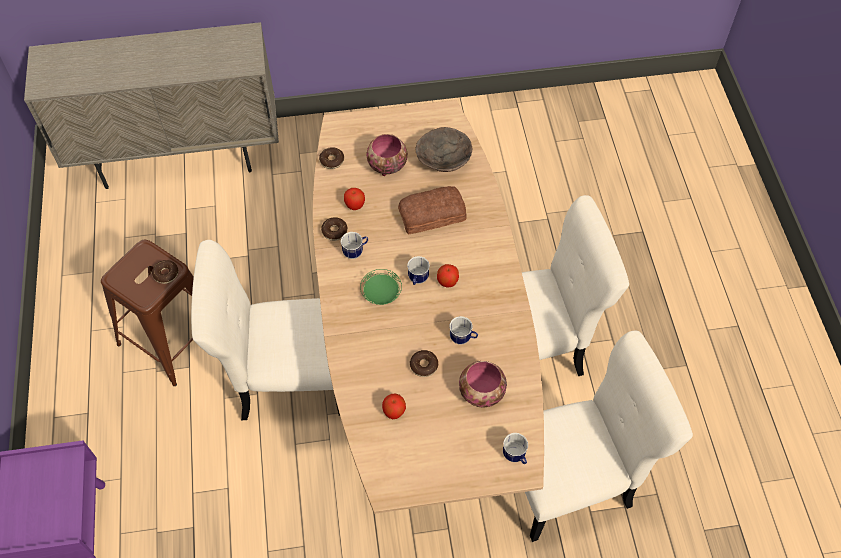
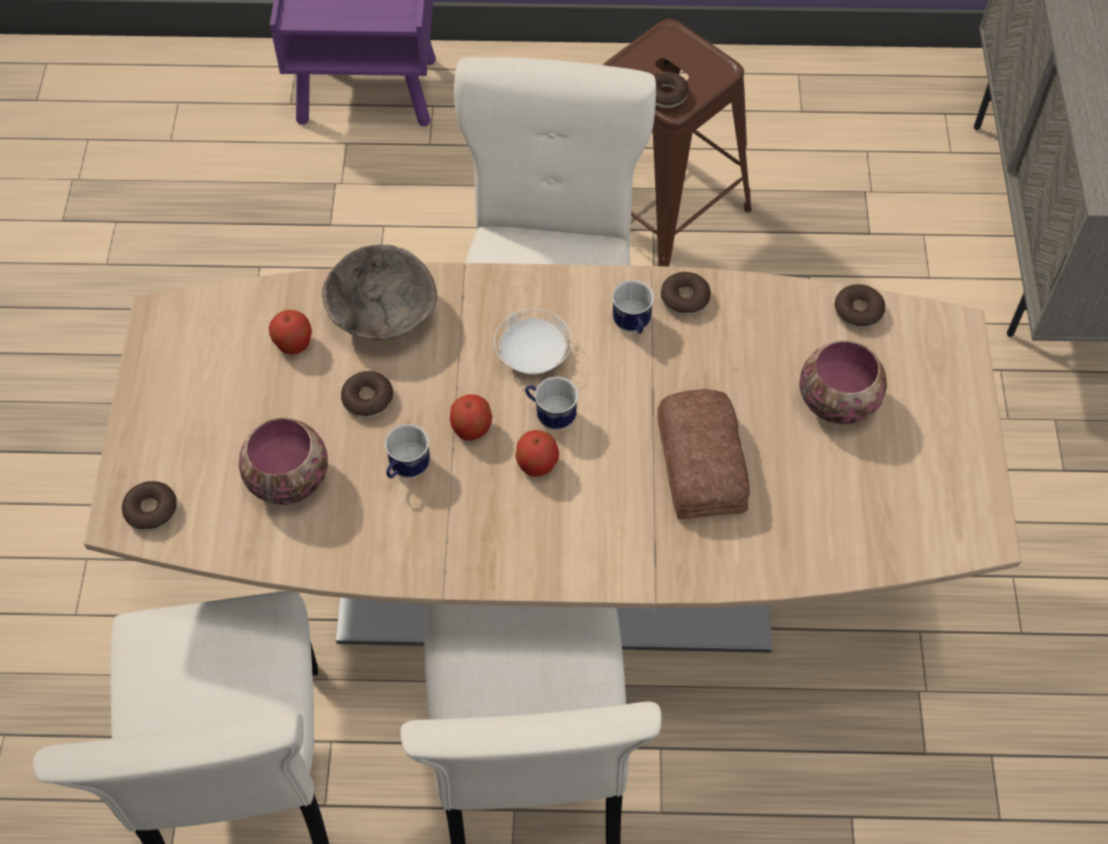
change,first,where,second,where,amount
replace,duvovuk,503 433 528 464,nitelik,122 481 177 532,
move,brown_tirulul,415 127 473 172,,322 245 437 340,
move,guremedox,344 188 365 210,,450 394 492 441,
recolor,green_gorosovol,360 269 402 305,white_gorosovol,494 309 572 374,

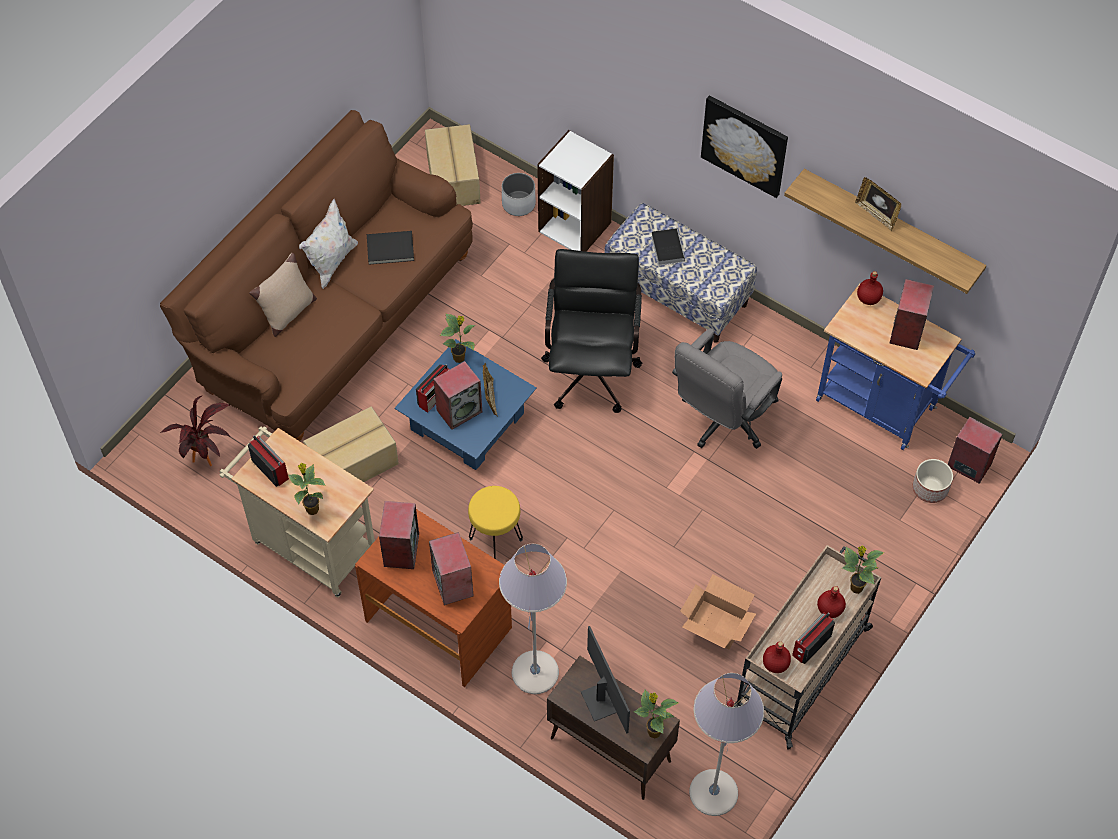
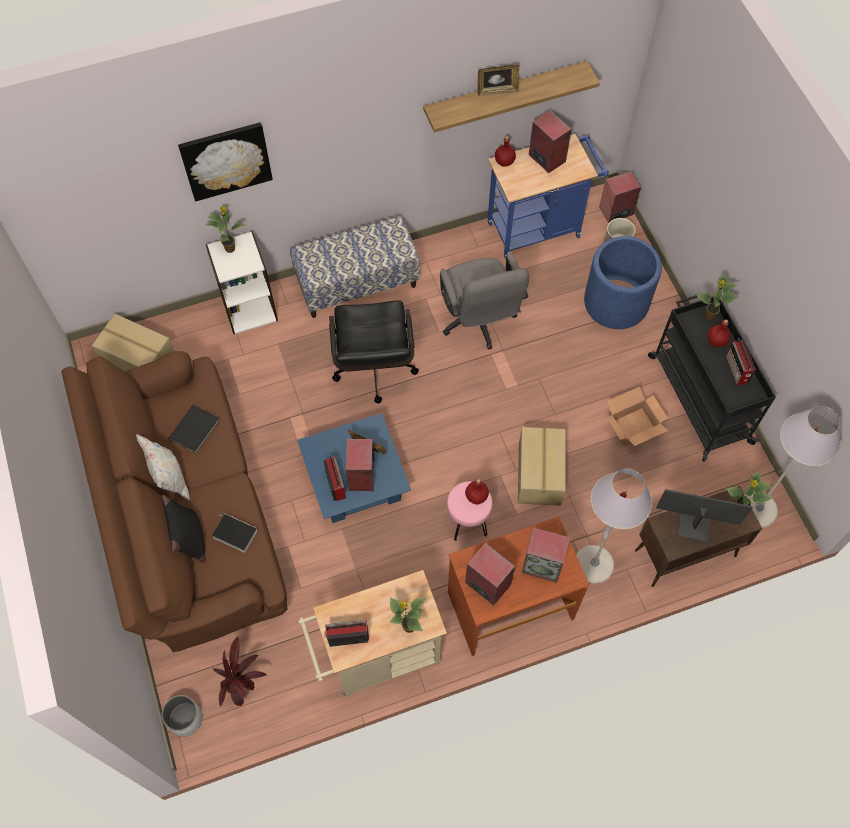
change,first,where,second,where,amount
recolor,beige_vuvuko,249 253 317 337,black_vuvuko,161 495 206 563,
move,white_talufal,502 173 536 216,,162 695 202 737,
move,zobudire,701 95 788 198,,178 122 273 202,
move,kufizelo,440 313 476 363,,205 206 245 253,
move,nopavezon,651 228 685 265,,212 513 258 553,
rotate,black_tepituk,541 249 642 413,,329 300 419 403,135 degrees counterclockwise
recolor,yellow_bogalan,468 486 523 559,pink_bogalan,447 481 493 541,
move,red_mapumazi,763 641 791 673,,465 479 489 504,
move,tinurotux,303 406 399 482,,518 427 566 506,
insert,,,blue_talufal,584 236 662 329,
recolor,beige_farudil,734 545 881 749,black_farudil,648 295 776 462,

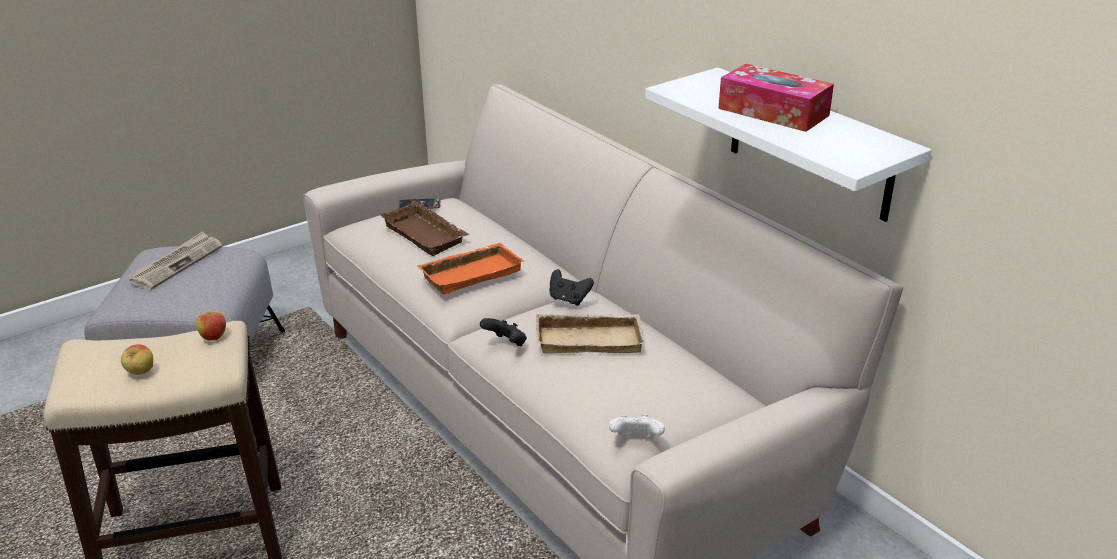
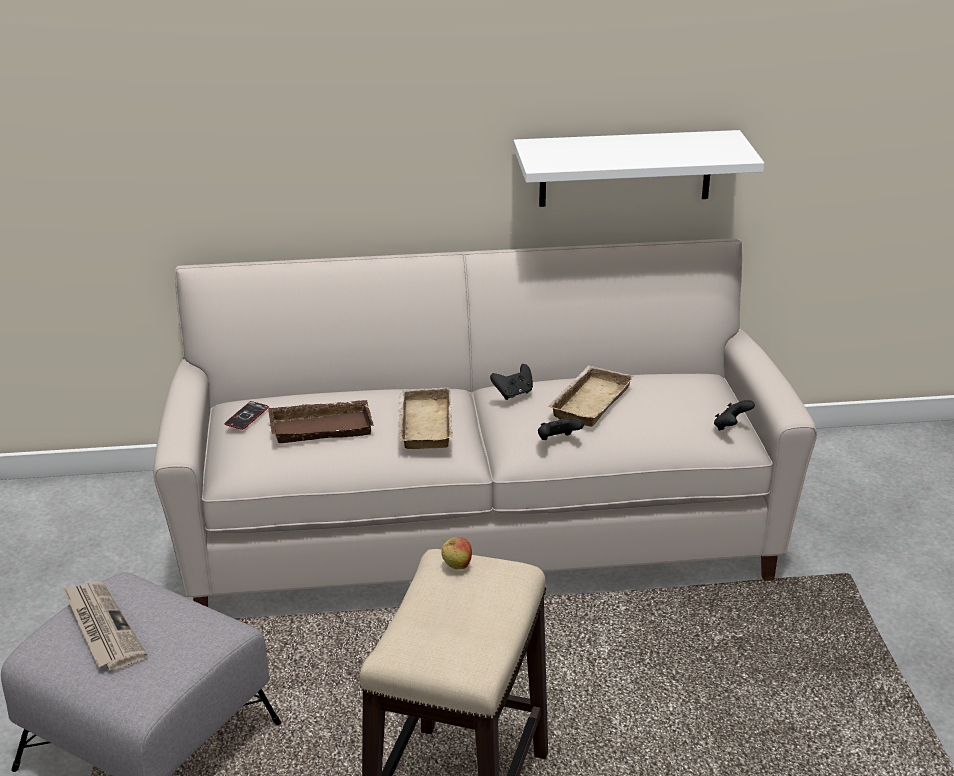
change,first,where,second,where,amount
recolor,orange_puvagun,417 243 524 294,beige_puvagun,398 387 453 449,
recolor,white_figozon,609 414 665 437,black_figozon,714 400 755 430,
delete,guremedox,121 344 153 375,,,
delete,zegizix,718 63 834 132,,,

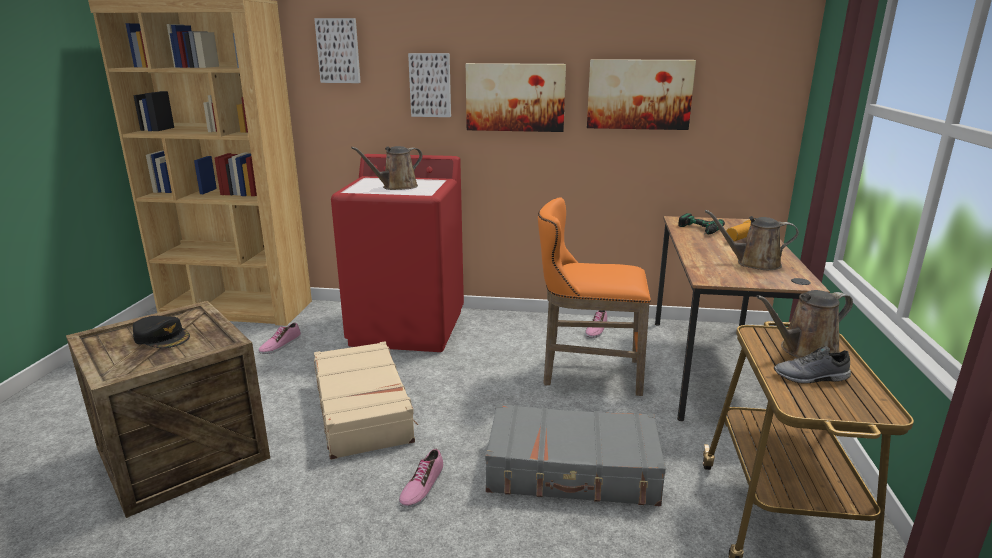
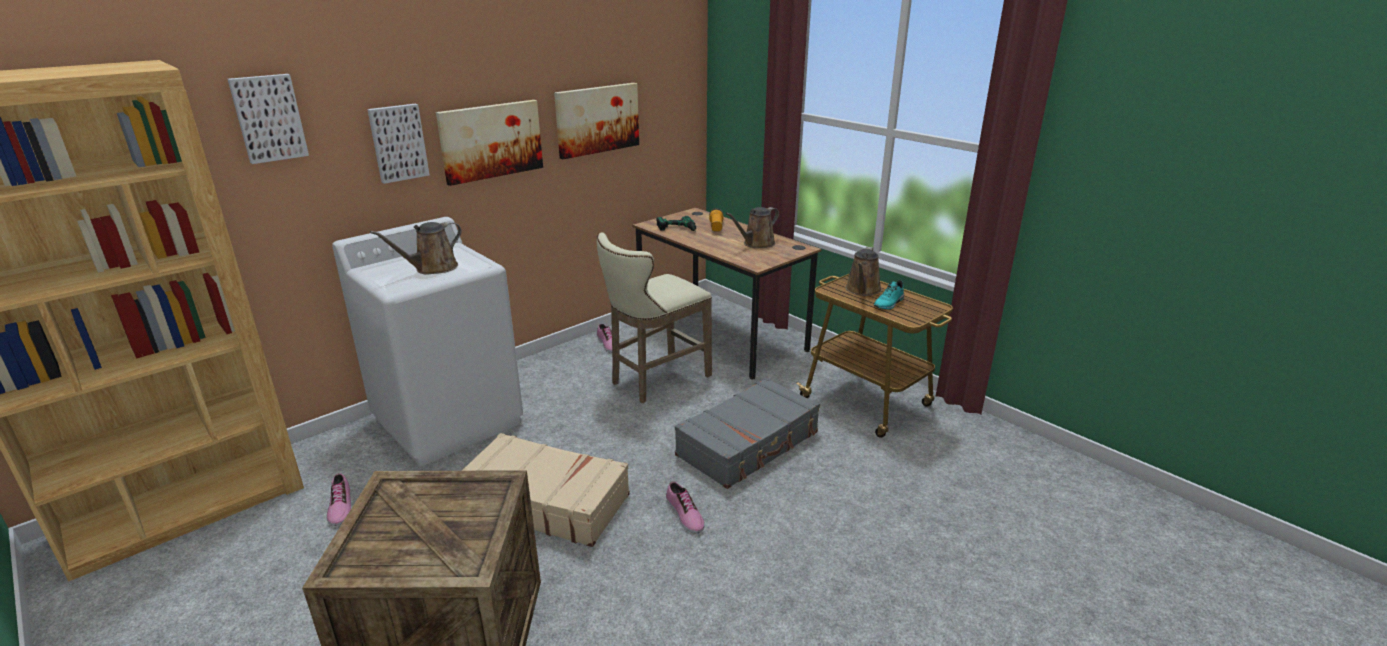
change,first,where,second,where,amount
recolor,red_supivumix,331 154 464 352,white_supivumix,332 217 523 466,
rotate,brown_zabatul,351 146 422 190,,370 222 462 275,45 degrees clockwise
recolor,orange_bogalan,538 197 651 396,beige_bogalan,597 232 712 403,
recolor,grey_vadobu,774 346 851 384,turquoise_vadobu,874 280 904 310,
delete,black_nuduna,133 316 190 348,,,

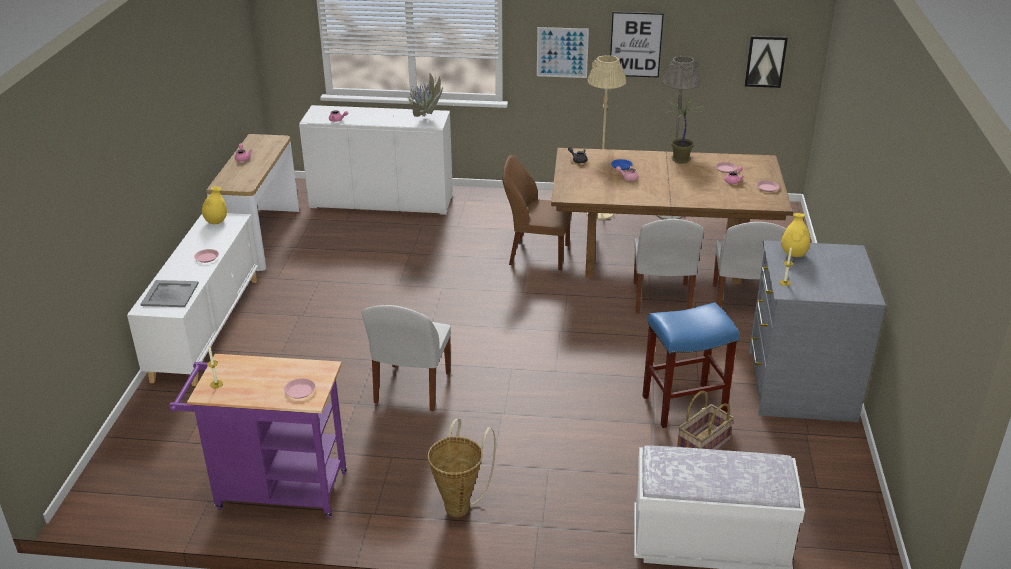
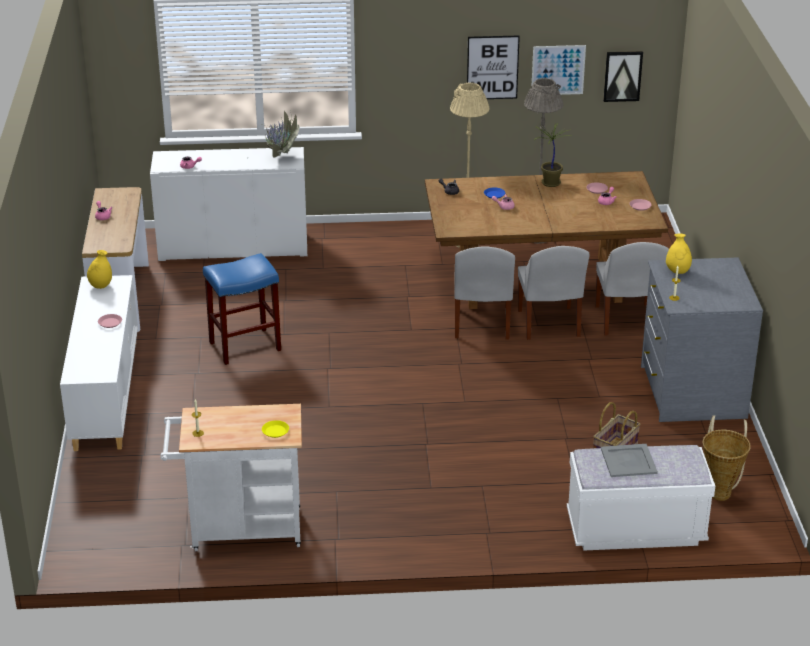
change,first,where,second,where,amount
recolor,purple_farudil,169 354 347 519,white_farudil,160 404 302 551,
move,blue_bogalan,642 303 739 428,,203 253 281 365,
recolor,pink_gorosovol,284 378 315 399,yellow_gorosovol,262 420 289 438,
move,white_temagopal,362 305 451 411,,454 246 515 340,
move,zobudire,537 27 589 78,,531 45 586 95,
move,grey_puvagun,140 280 199 307,,601 444 658 477,
move,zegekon,428 419 496 517,,703 416 751 501,
delete,brown_temagopal,503 155 571 270,,,

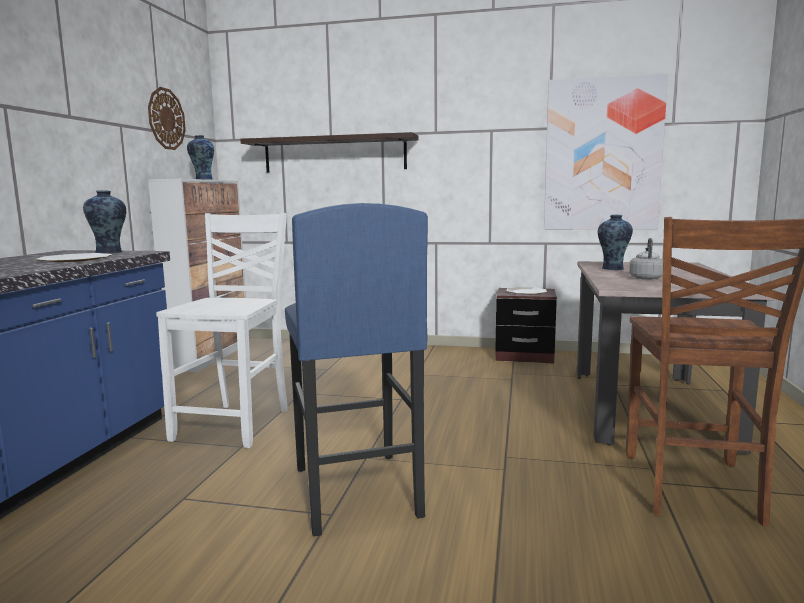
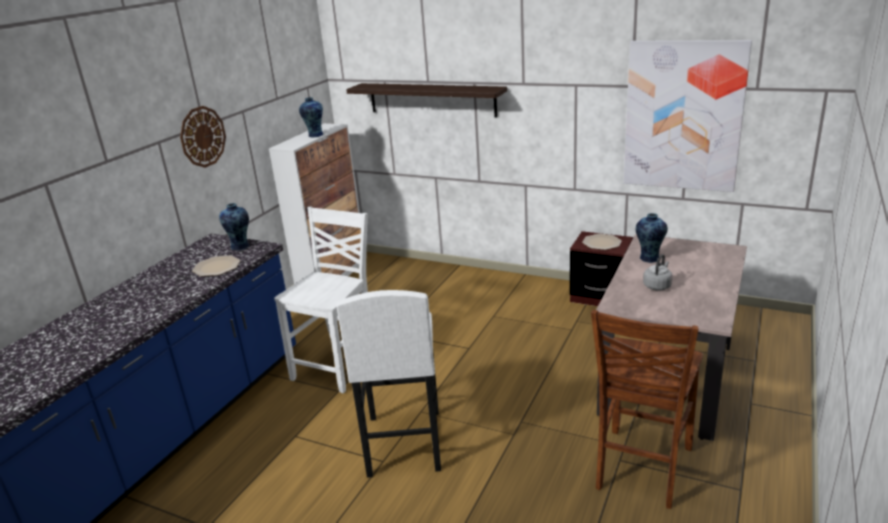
change,first,where,second,where,amount
move,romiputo,148 87 186 150,,180 106 226 168,
recolor,blue_bogalan,285 203 428 537,white_bogalan,336 290 441 478,

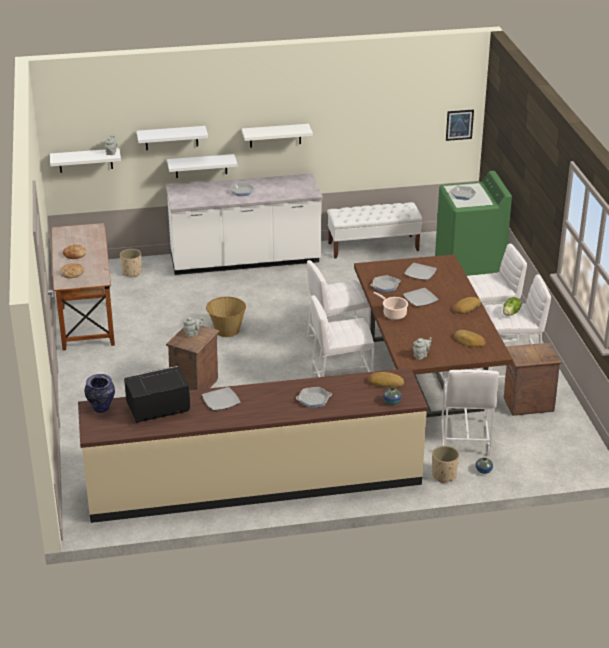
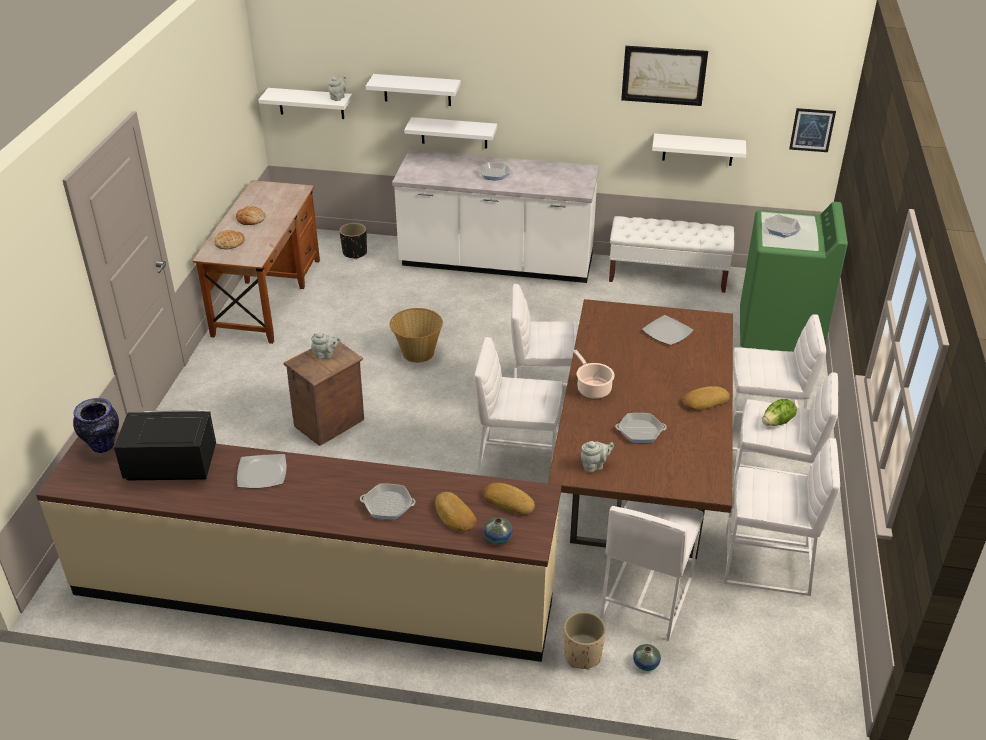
change,first,where,second,where,amount
recolor,beige_talufal,120 249 142 277,black_talufal,339 223 367 259,
move,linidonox,454 330 486 347,,435 492 476 532,
move,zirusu,371 275 401 292,,615 413 667 443,
insert,,,zobudire,621 46 708 106,
move,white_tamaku,242 124 313 148,,652 133 746 166,
replace,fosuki,504 343 562 416,white_bogalan,724 438 840 596,
delete,gorosovol,403 288 439 306,,,

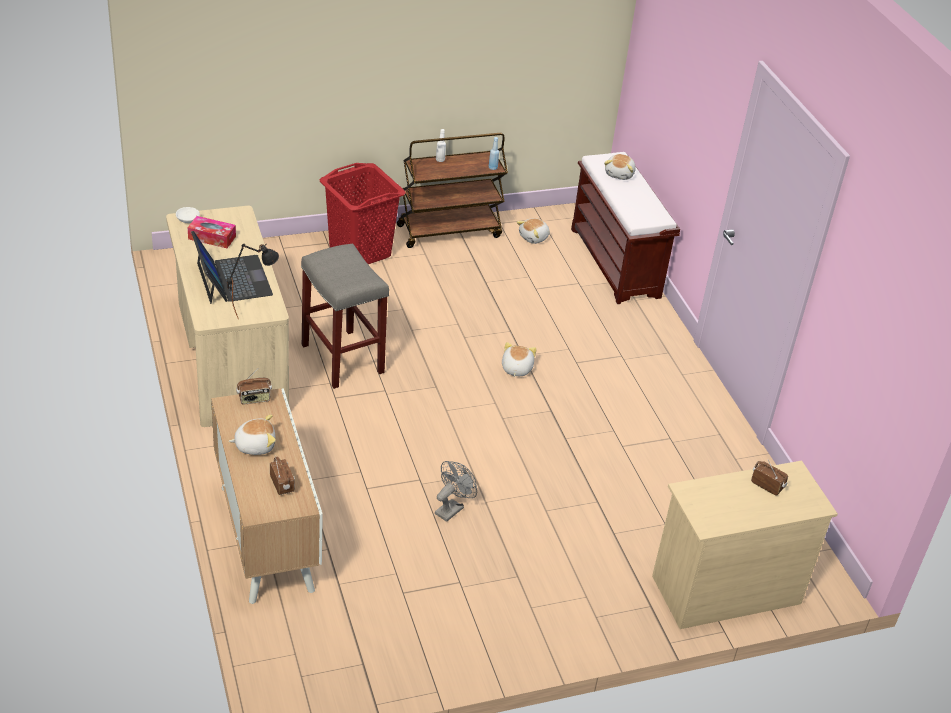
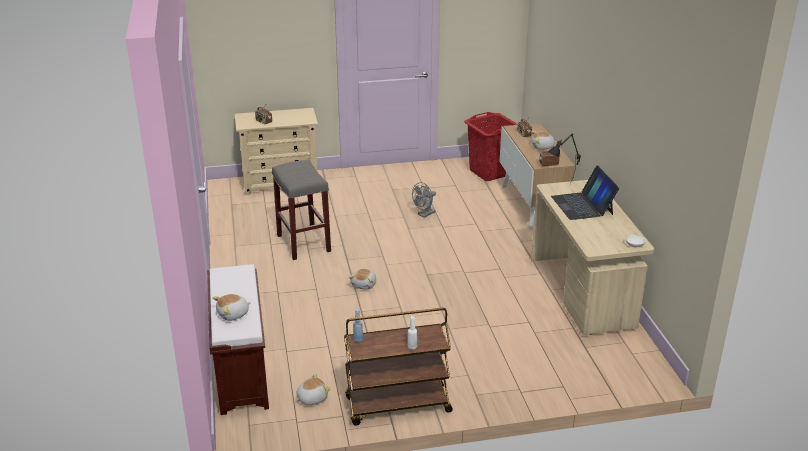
change,first,where,second,where,amount
rotate,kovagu,604 154 636 180,,212 294 251 321,150 degrees counterclockwise
move,grey_bogalan,301 243 389 389,,272 160 331 260,
move,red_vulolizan,320 163 406 264,,464 112 518 181,
delete,zegizix,187 216 236 248,,,

